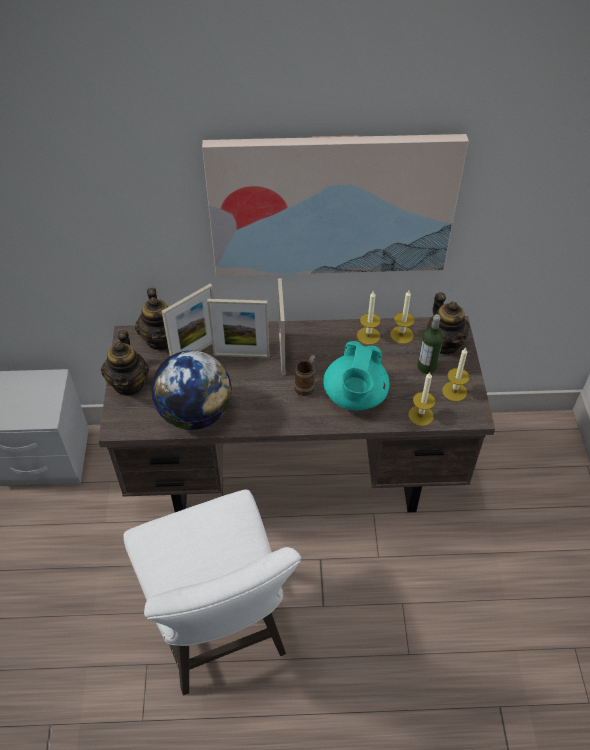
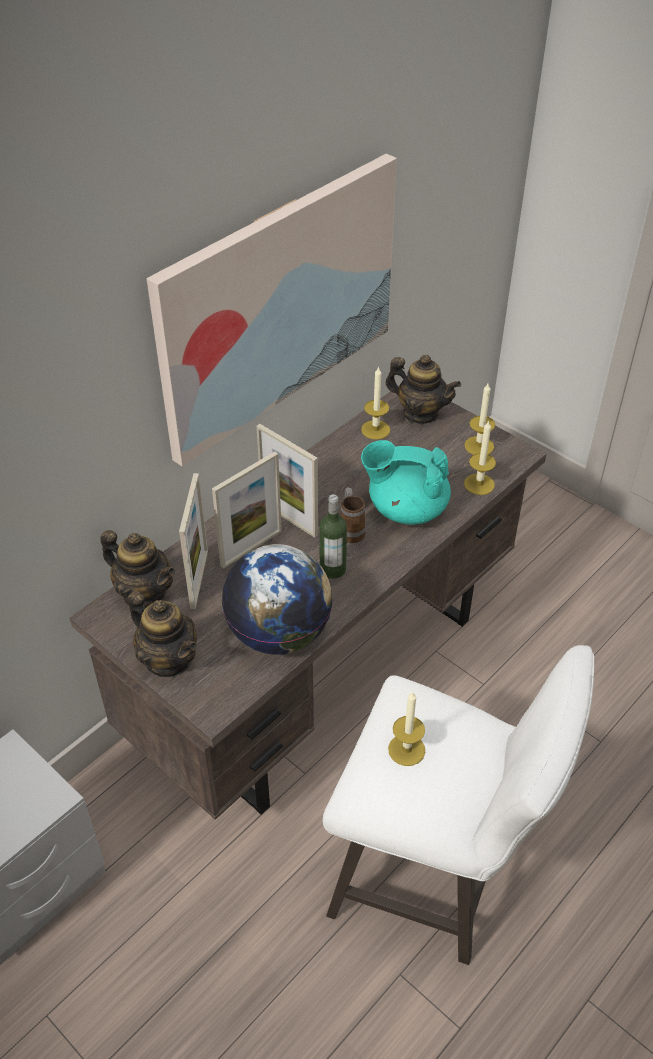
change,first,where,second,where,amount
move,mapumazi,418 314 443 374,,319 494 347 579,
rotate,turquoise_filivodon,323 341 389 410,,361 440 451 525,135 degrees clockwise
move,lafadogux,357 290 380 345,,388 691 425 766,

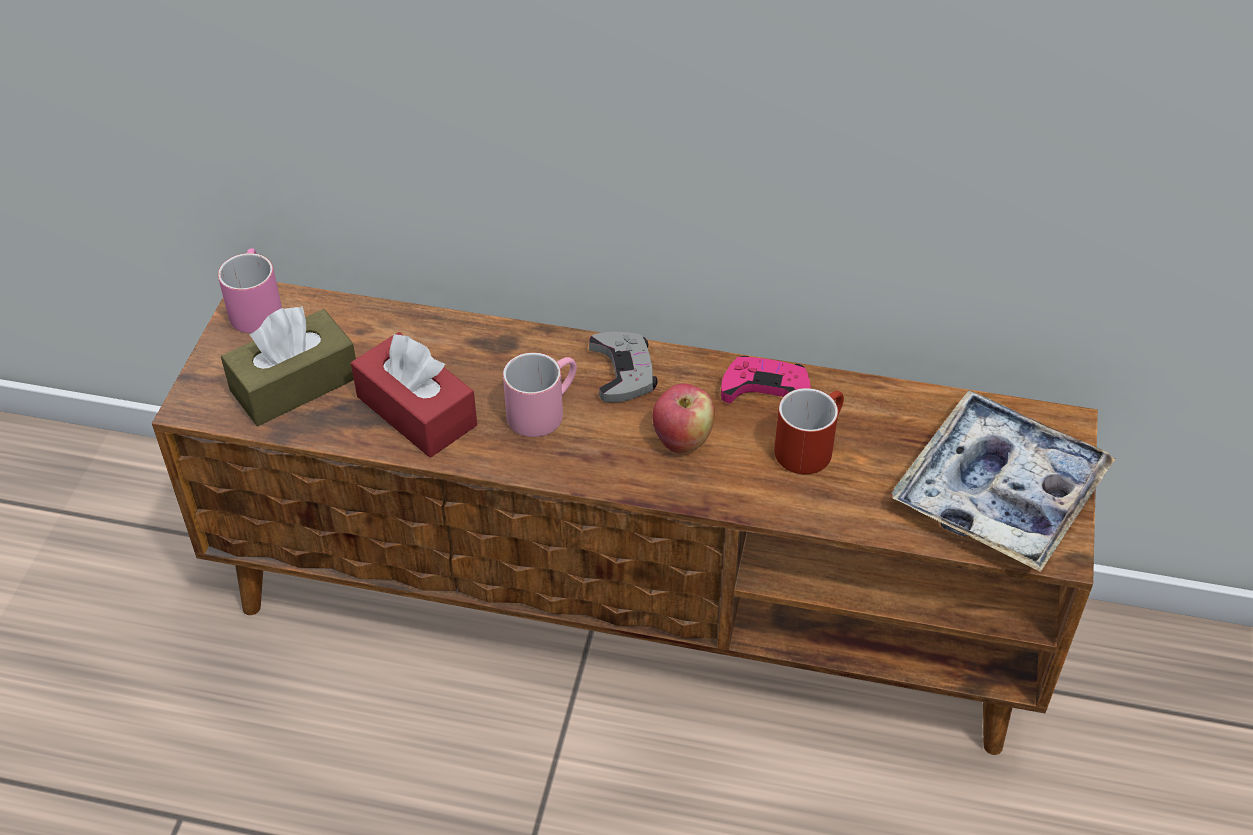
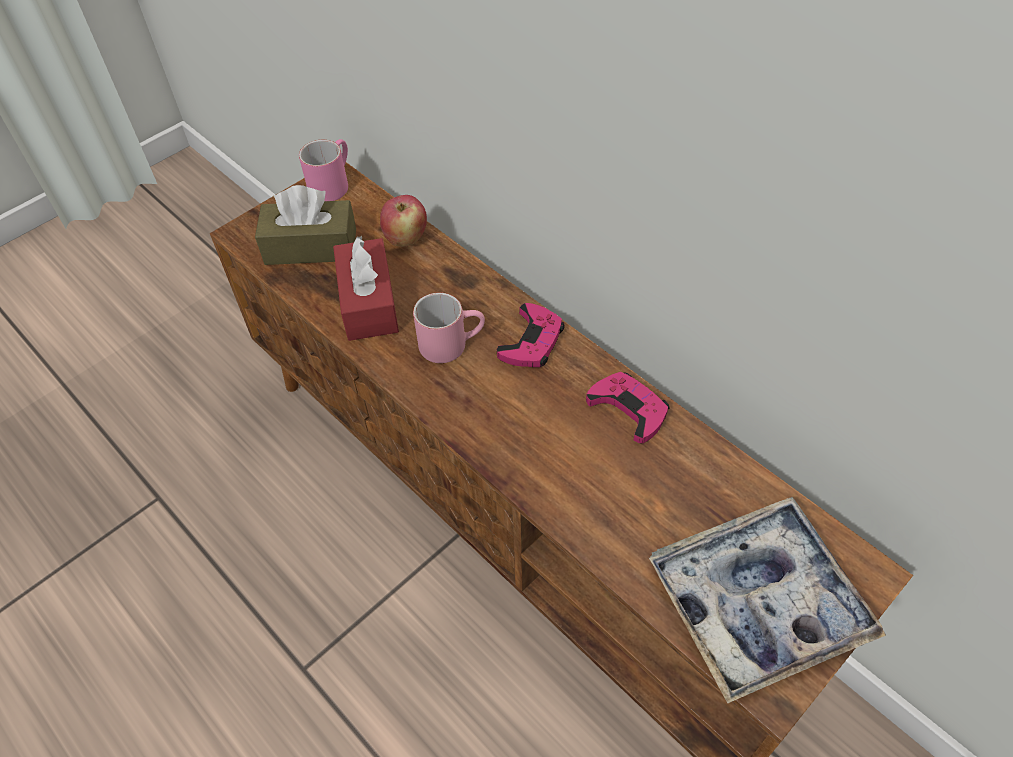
change,first,where,second,where,amount
move,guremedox,653 383 715 454,,380 195 427 247,
recolor,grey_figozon,589 331 658 403,pink_figozon,497 303 564 367,
delete,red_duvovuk,774 388 844 474,,,

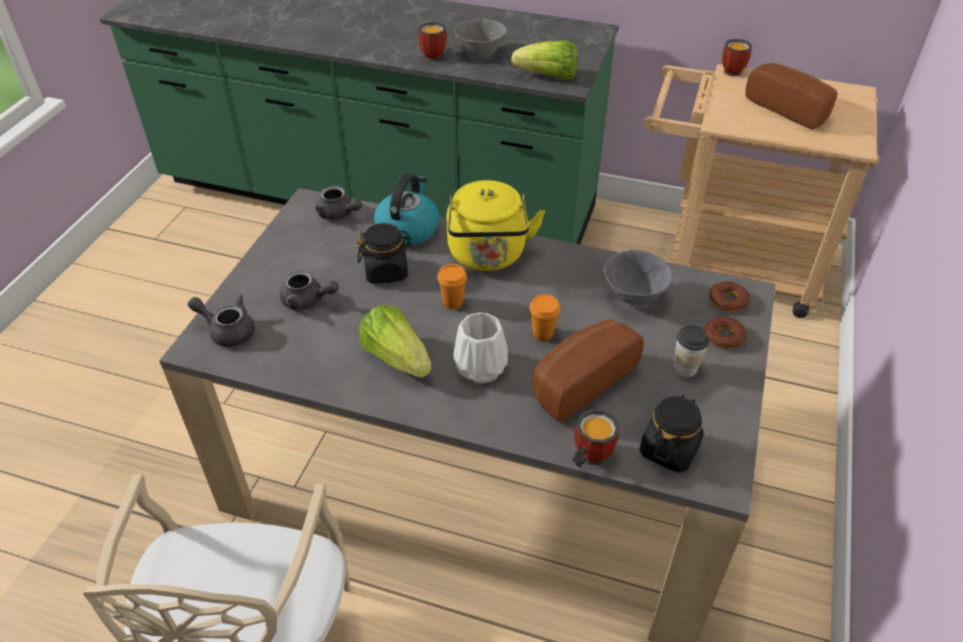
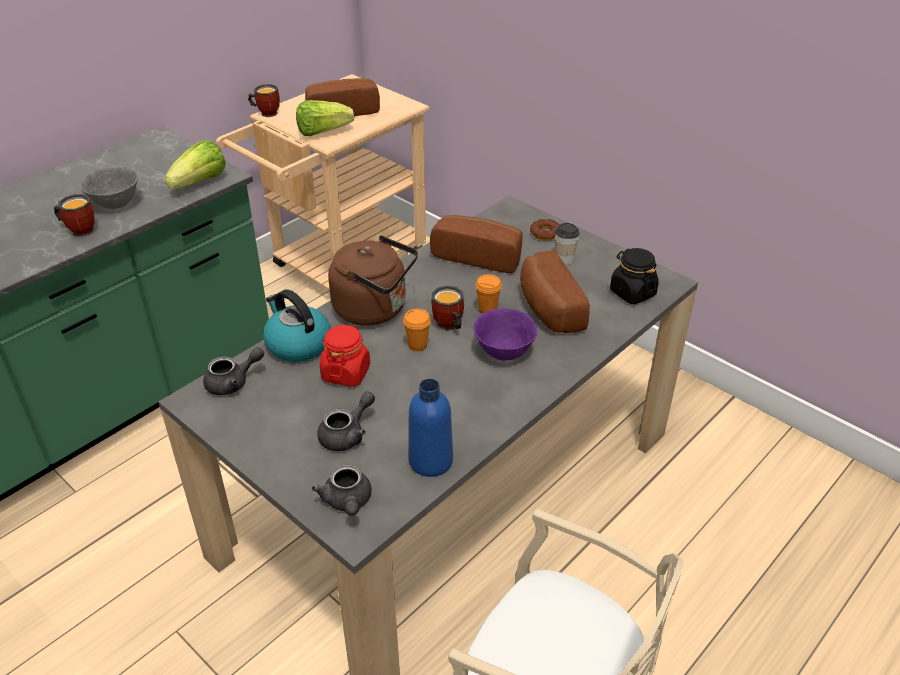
change,first,where,second,where,amount
move,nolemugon,359 305 432 378,,296 100 354 136,
rotate,grey_filivodon,187 294 255 347,,312 465 371 516,60 degrees counterclockwise
recolor,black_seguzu,357 223 412 284,red_seguzu,320 324 370 387,
recolor,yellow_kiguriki,446 180 545 271,brown_kiguriki,328 235 418 326,
insert,,,blue_mapumazi,408 379 453 477,
replace,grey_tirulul,604 250 672 305,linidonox,430 215 523 273,
move,duvovuk,572 409 620 468,,431 285 464 330,
replace,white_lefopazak,453 313 508 383,purple_tirulul,474 308 537 360,
delete,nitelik,709 281 750 312,,,

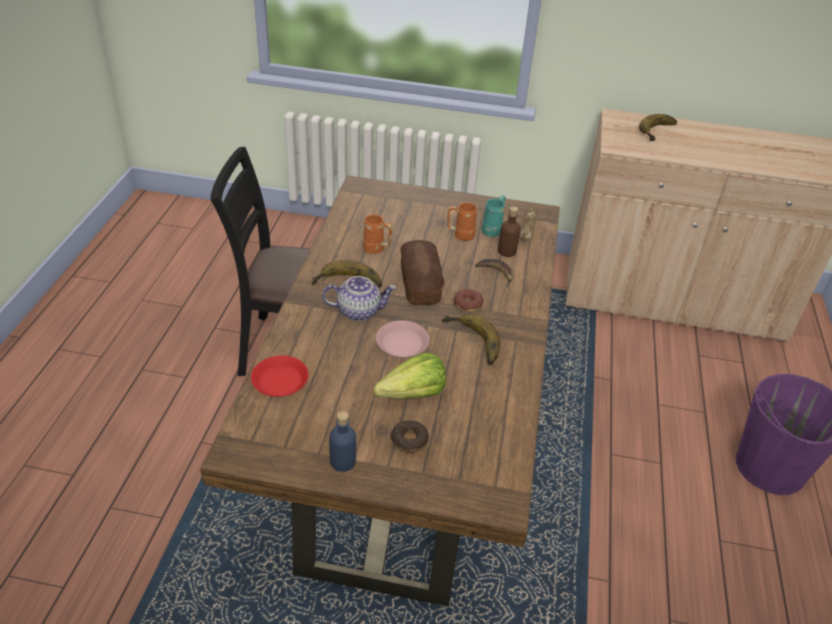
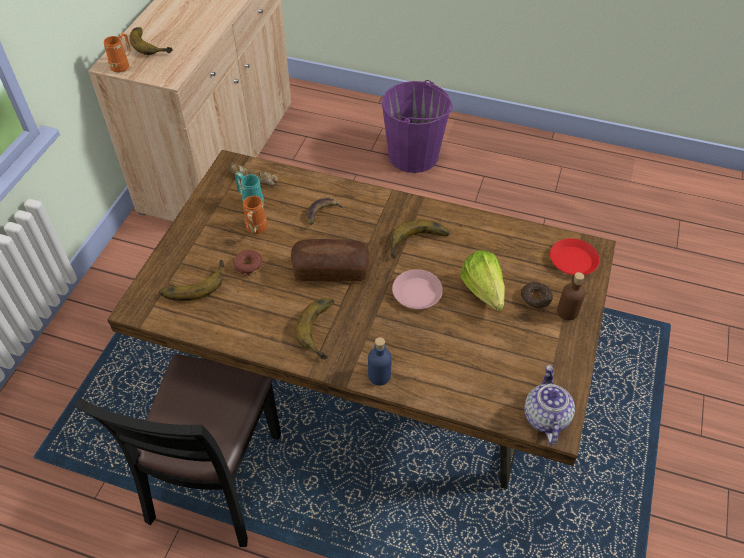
change,first,where,second,where,amount
move,orange_duvovuk,363 215 393 254,,104 32 131 73,
insert,,,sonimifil,159 260 225 301,
move,nitelik,453 289 483 312,,234 250 262 276,
move,blue_mapumazi,329 411 356 472,,368 337 392 386,
move,filivodon,322 276 396 321,,524 365 575 445,
move,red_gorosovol,251 355 309 397,,550 238 600 275,
move,brown_mapumazi,498 206 521 257,,557 272 585 320,

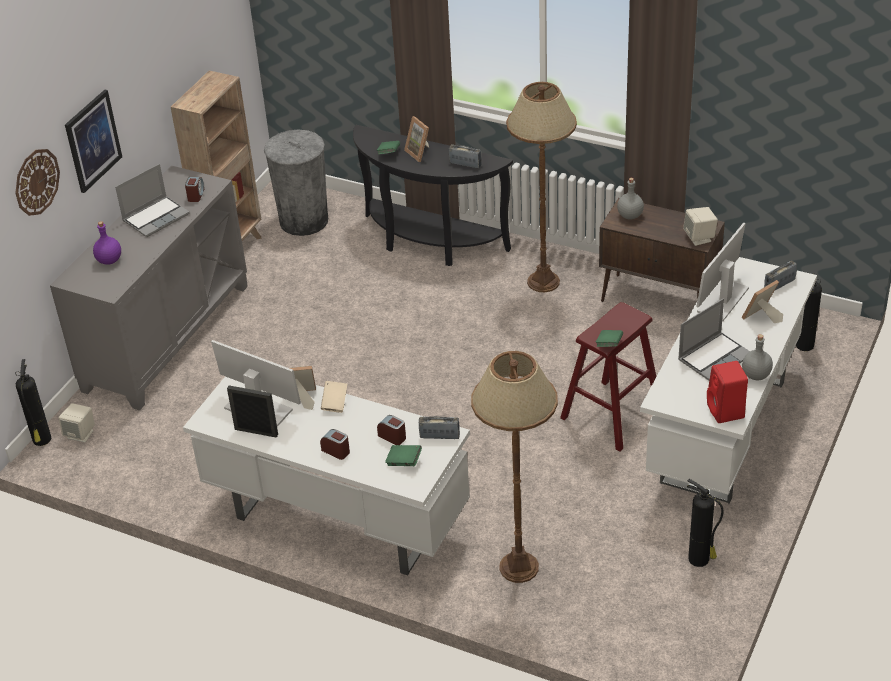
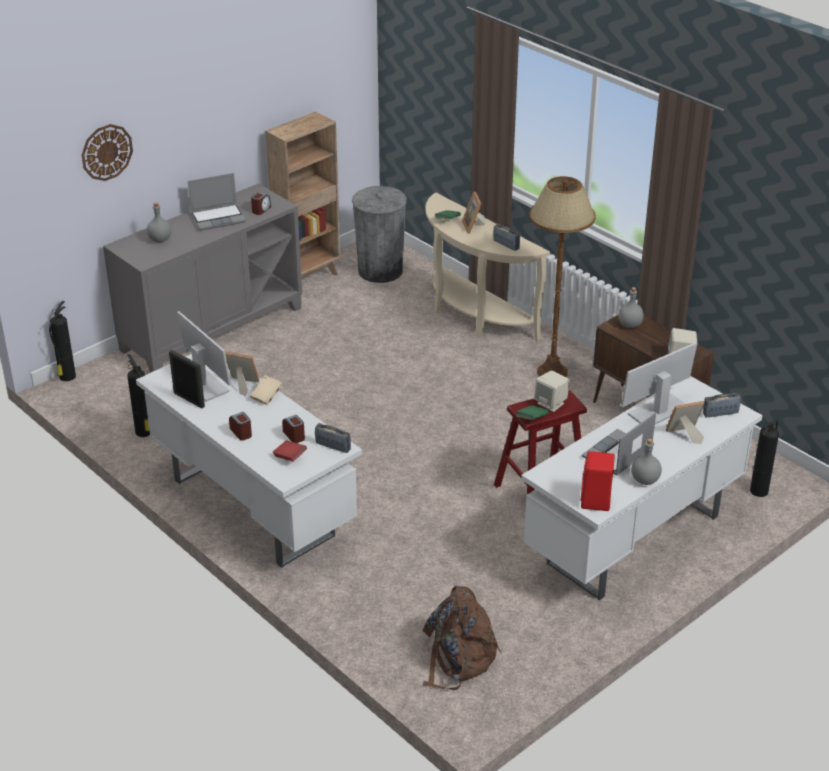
change,first,where,second,where,amount
move,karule,687 479 723 567,,127 354 150 437,
recolor,purple_mapumazi,93 221 121 265,grey_mapumazi,147 202 172 243,
recolor,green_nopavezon,385 445 422 466,red_nopavezon,272 441 307 462,
insert,,,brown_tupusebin,423 586 502 690,
recolor,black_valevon,353 125 513 266,beige_valevon,425 193 550 340,
move,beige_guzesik,58 403 95 443,,534 370 570 412,
rotate,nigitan,678 298 750 381,,582 412 656 476,150 degrees clockwise
delete,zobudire,65 90 122 193,,,
delete,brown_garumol,471 351 558 583,,,

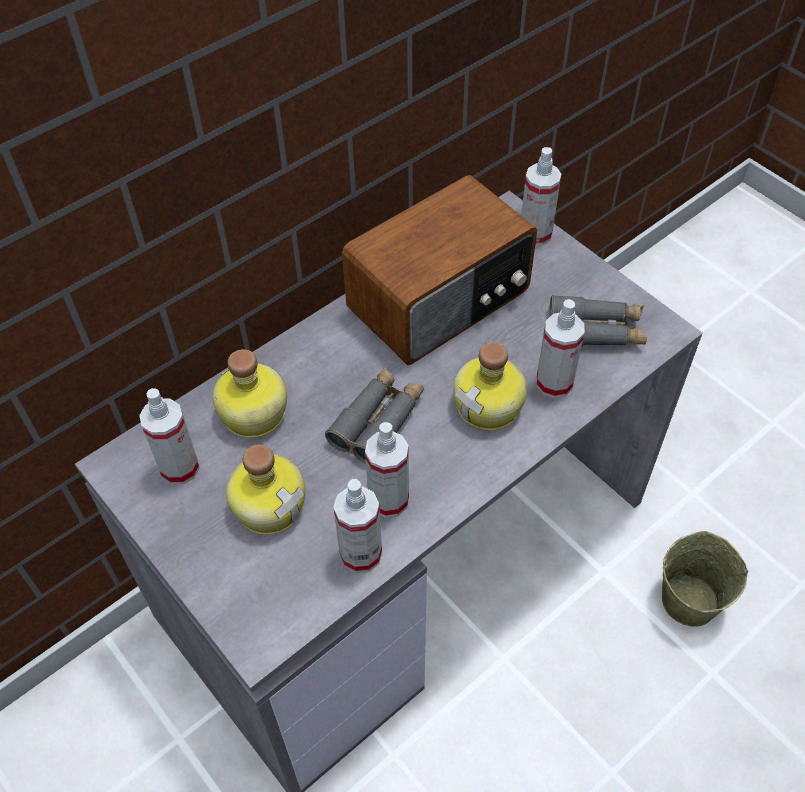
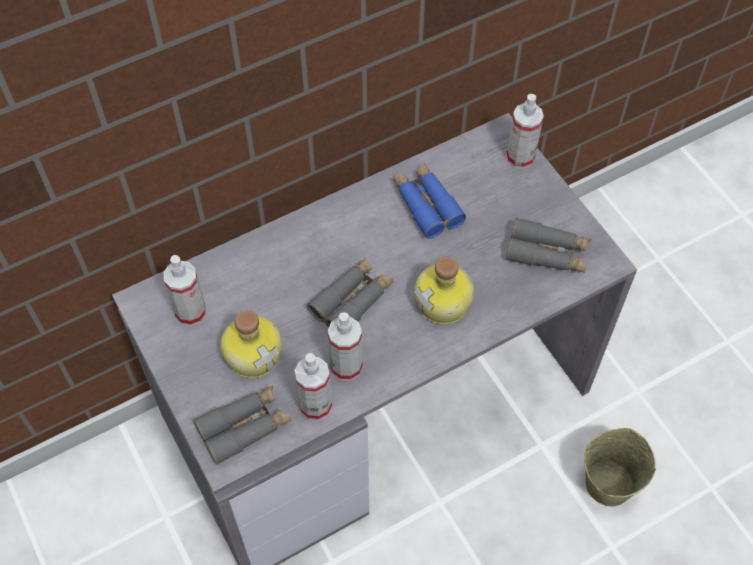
change,first,where,second,where,amount
insert,,,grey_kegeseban,193 386 291 465,
replace,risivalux,342 175 537 365,blue_kegeseban,393 163 466 239,
delete,mapumazi,213 349 287 438,,,
delete,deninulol,536 299 584 398,,,

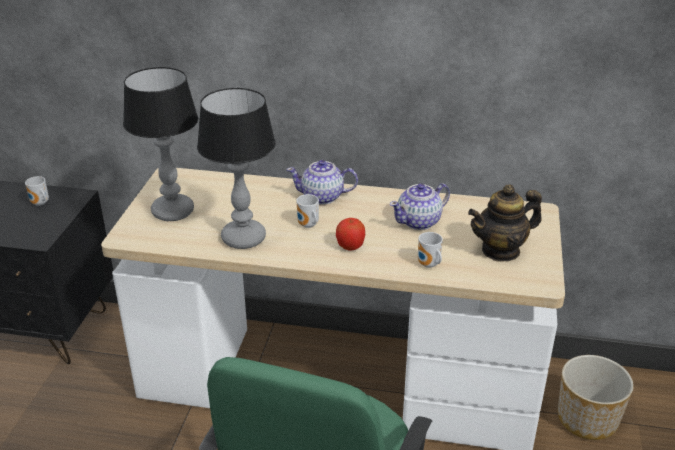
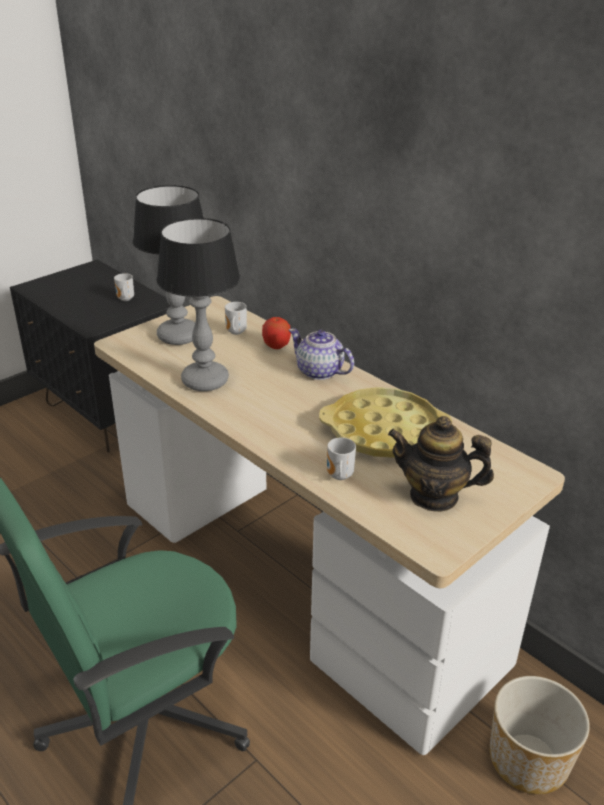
change,first,where,second,where,amount
move,duvovuk,297 194 319 228,,225 302 247 335,
move,guremedox,336 218 365 251,,262 317 291 349,
replace,filivodon,390 183 450 230,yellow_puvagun,319 387 452 458,

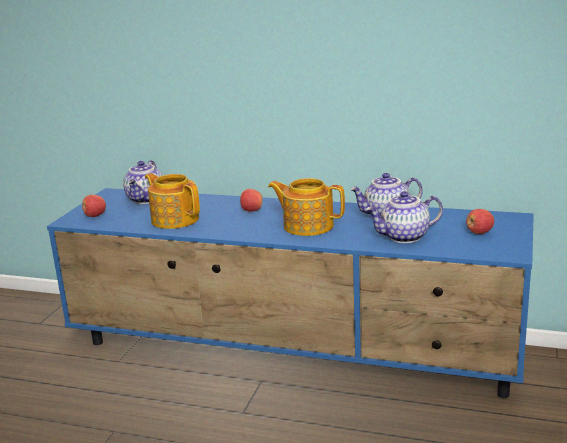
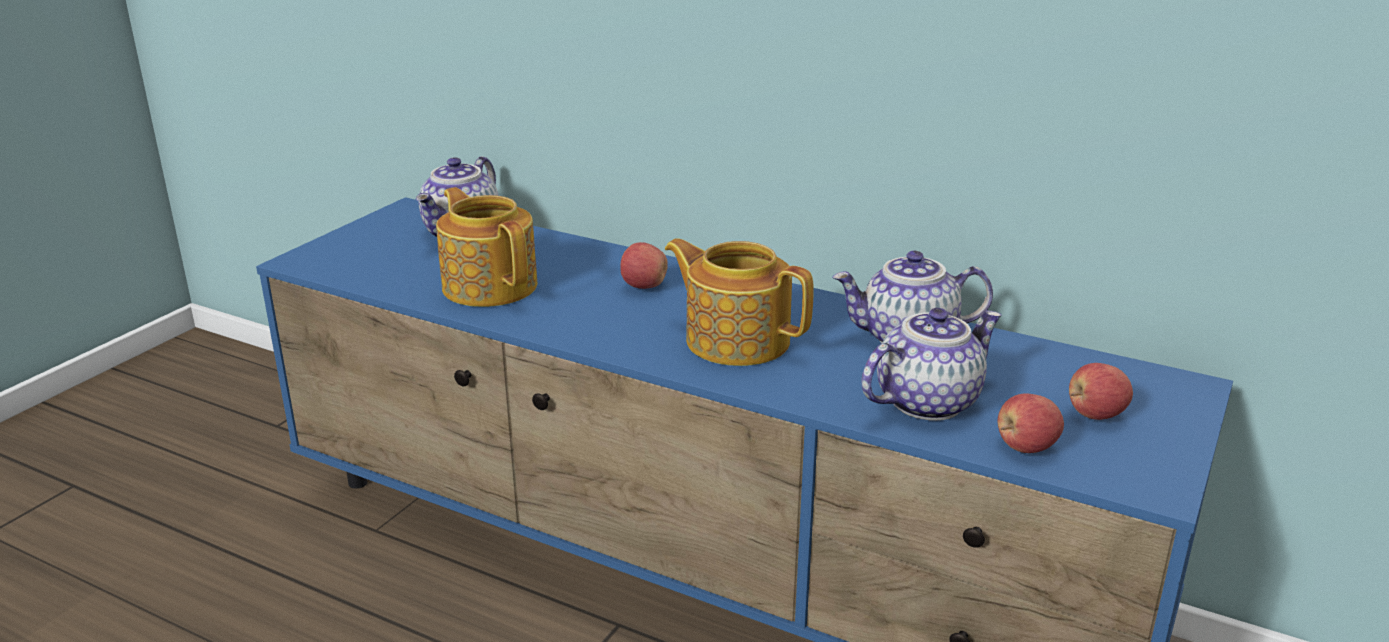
change,first,where,second,where,amount
rotate,filivodon,366 191 443 243,,862 308 1002 421,150 degrees clockwise
move,guremedox,82 195 106 217,,998 394 1064 453,

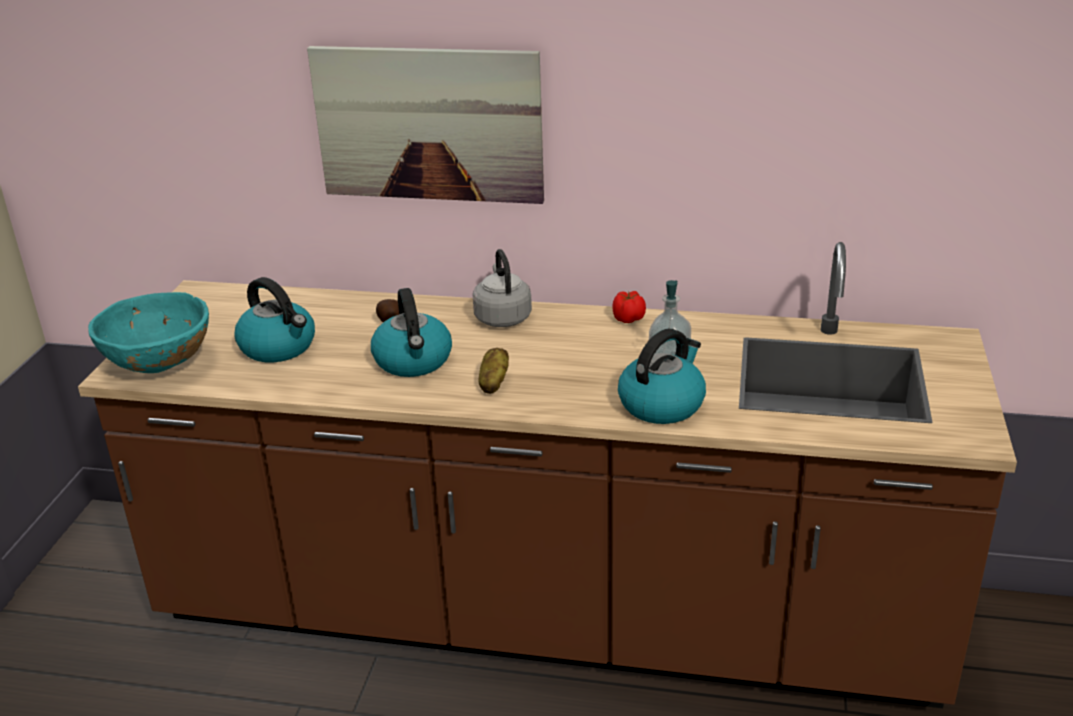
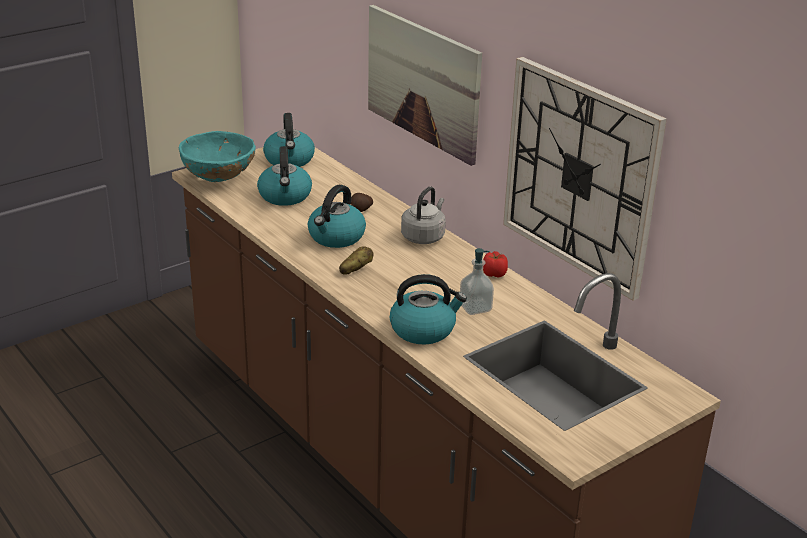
change,first,where,second,where,amount
insert,,,kiguriki,263 113 315 167,
insert,,,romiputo,503 57 667 301,

